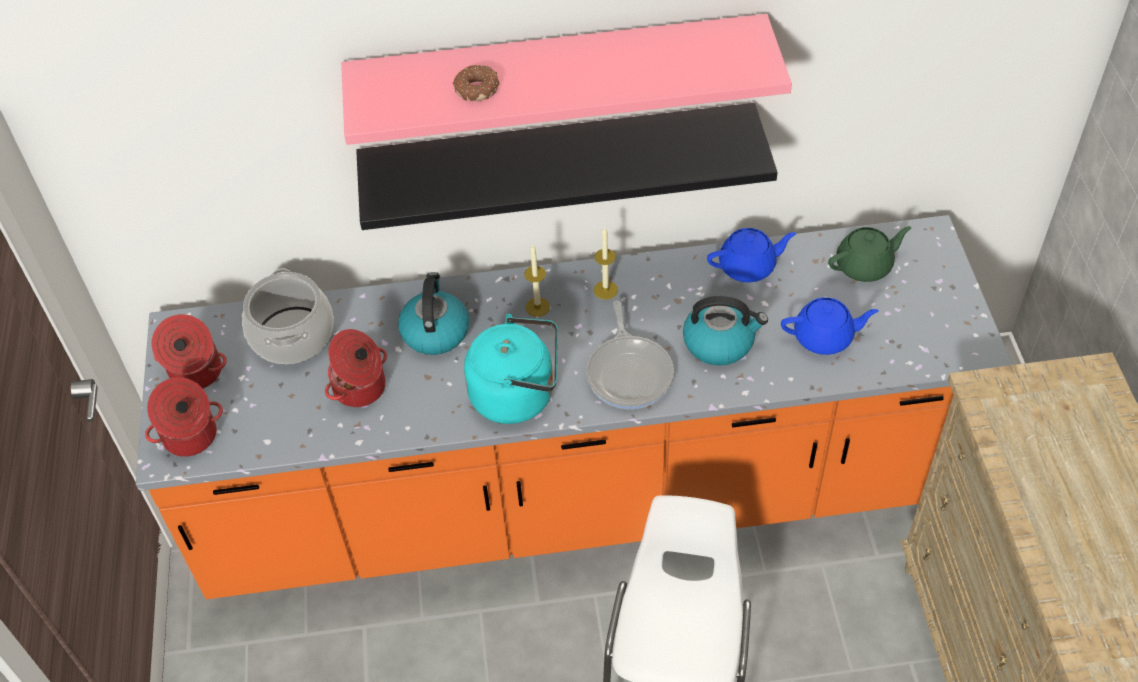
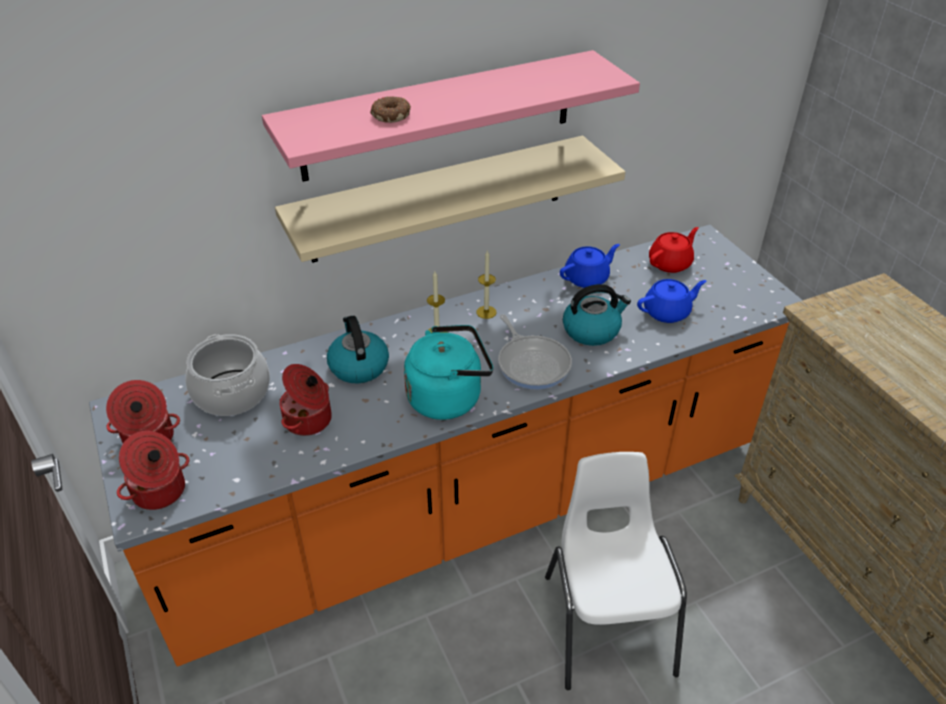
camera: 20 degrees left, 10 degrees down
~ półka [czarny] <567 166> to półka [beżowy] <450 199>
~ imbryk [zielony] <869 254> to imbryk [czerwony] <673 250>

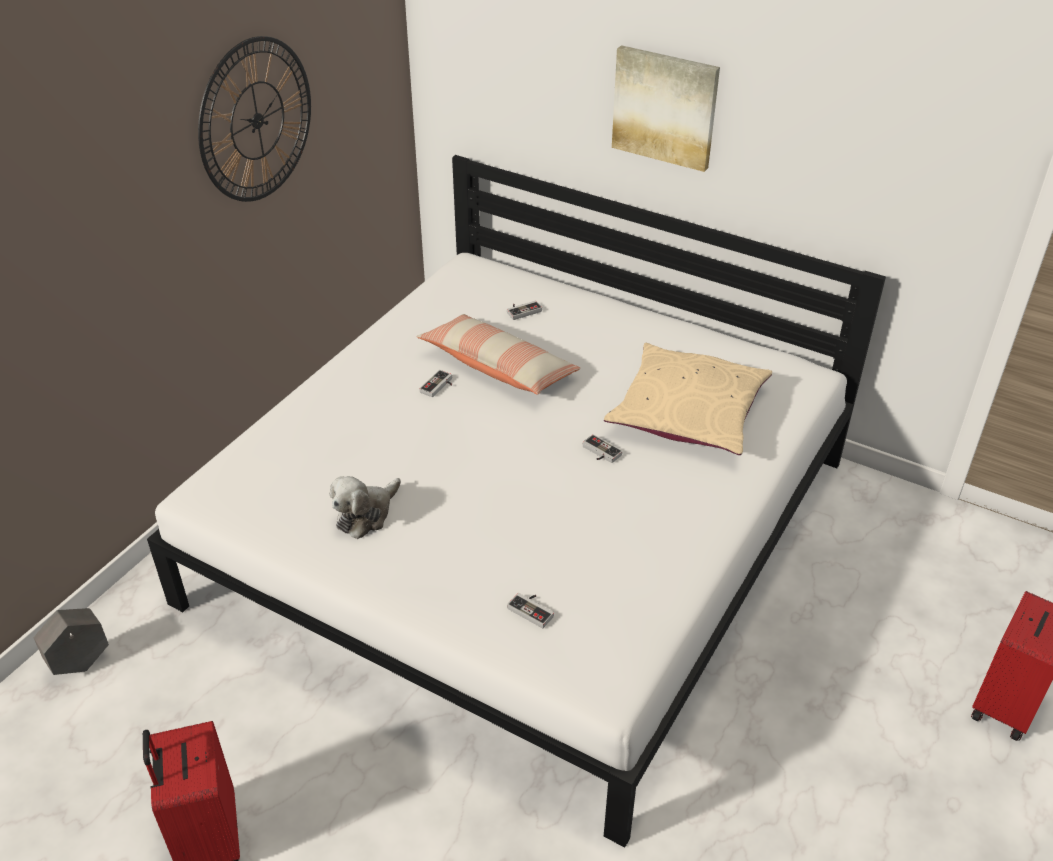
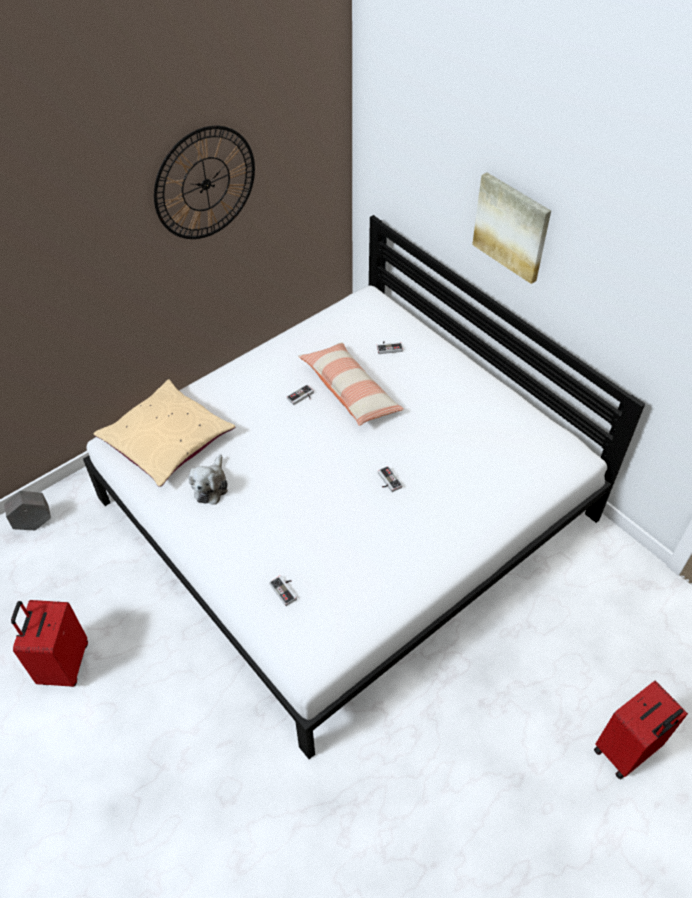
camera: 20 degrees right, 10 degrees up
~ poduszka [beżowy] <688 399> to <164 433>
~ pluszak <365 507> = <208 479> 45 degrees counterclockwise

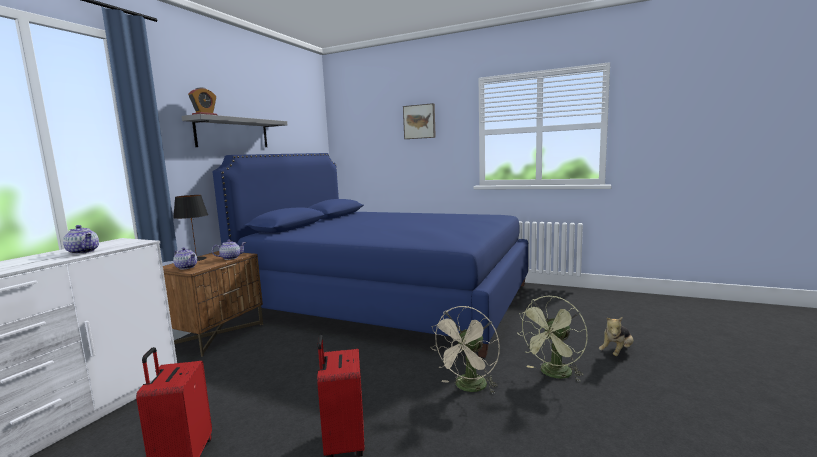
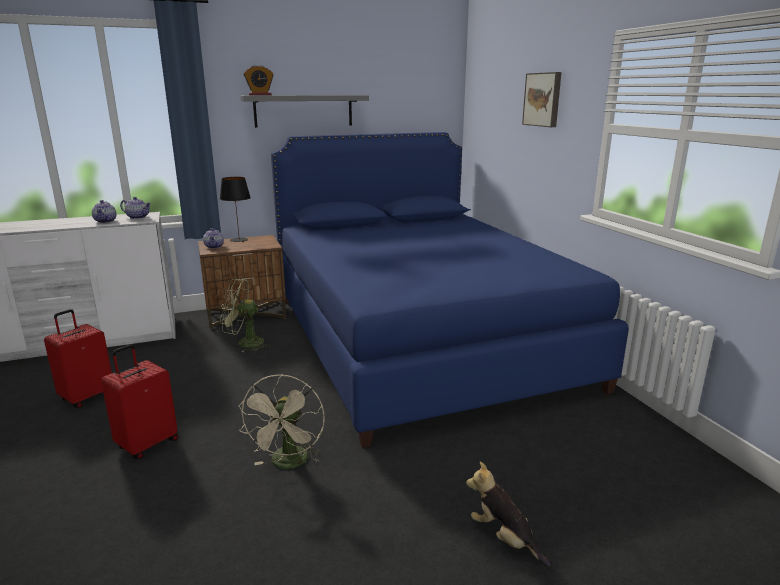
camera: 45 degrees right, 10 degrees up
~ imbryk <229 249> to <135 208>
~ wentylator [zielony] <553 339> to <244 315>
~ wentylator [beżowy] <465 350> = <281 421> 75 degrees counterclockwise
~ pluszak <616 336> = <508 513> 45 degrees clockwise

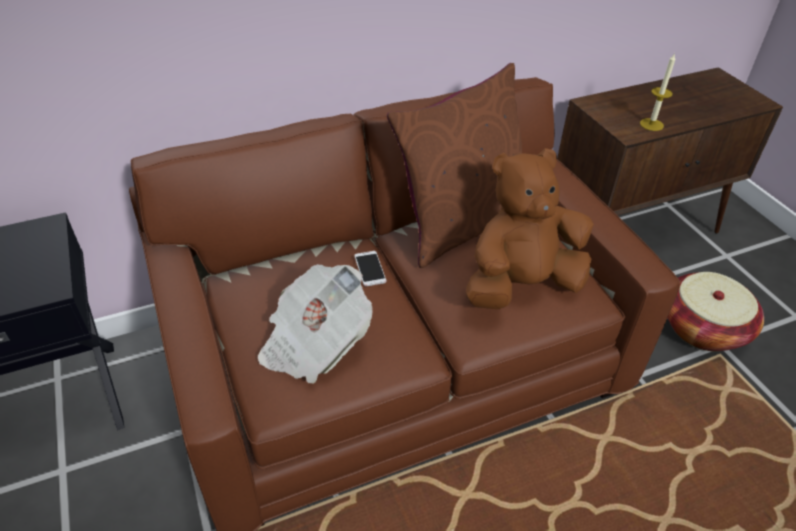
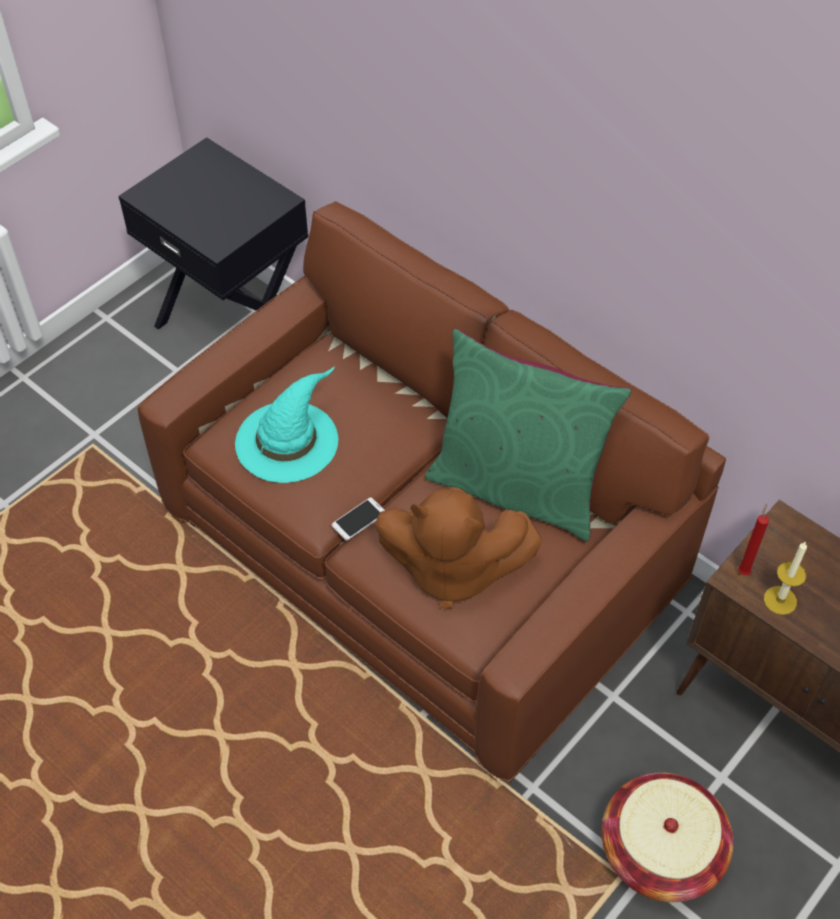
camera: 65 degrees right, 10 degrees up
~ gazeta <315 324> to kapelusz [turkusowy] <286 424>
~ telefon <370 268> to <358 519>
~ pluszak [brązowy] <530 228> = <458 548> 150 degrees clockwise
~ poduszka [brązowy] <454 165> to poduszka [zielony] <528 434>
+ świeca [czerwony] <753 539>

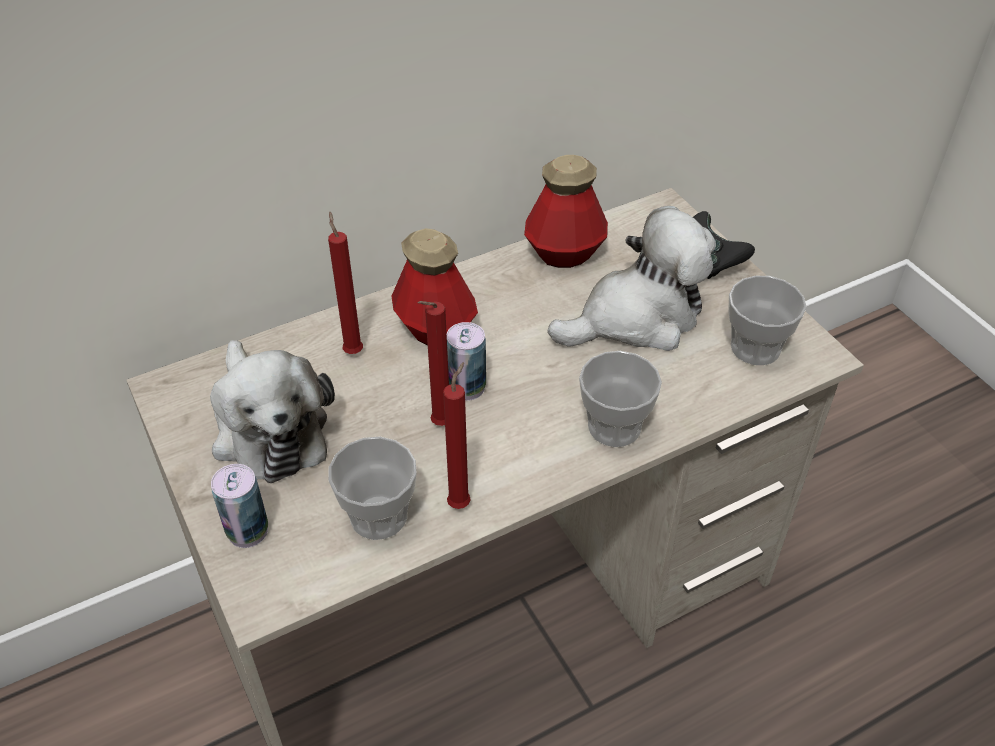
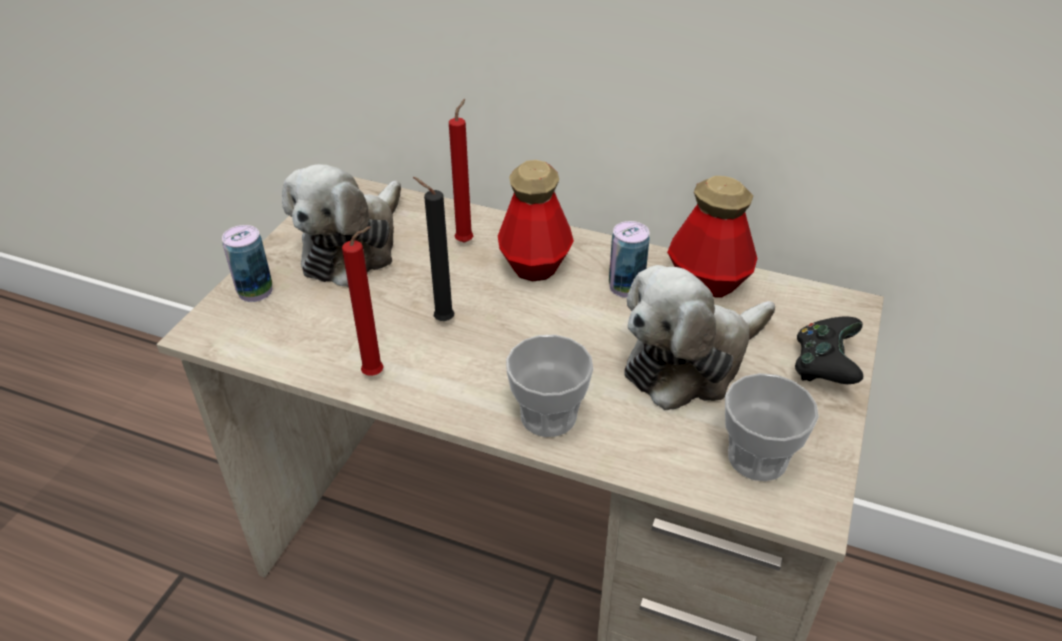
camera: 50 degrees right, 5 degrees down
~ świeca [czerwony] <433 363> to świeca [czarny] <433 249>
~ puszka <466 361> to <629 259>
~ pluszak <631 278> = <700 337> 120 degrees clockwise
- filiżanka <372 488>

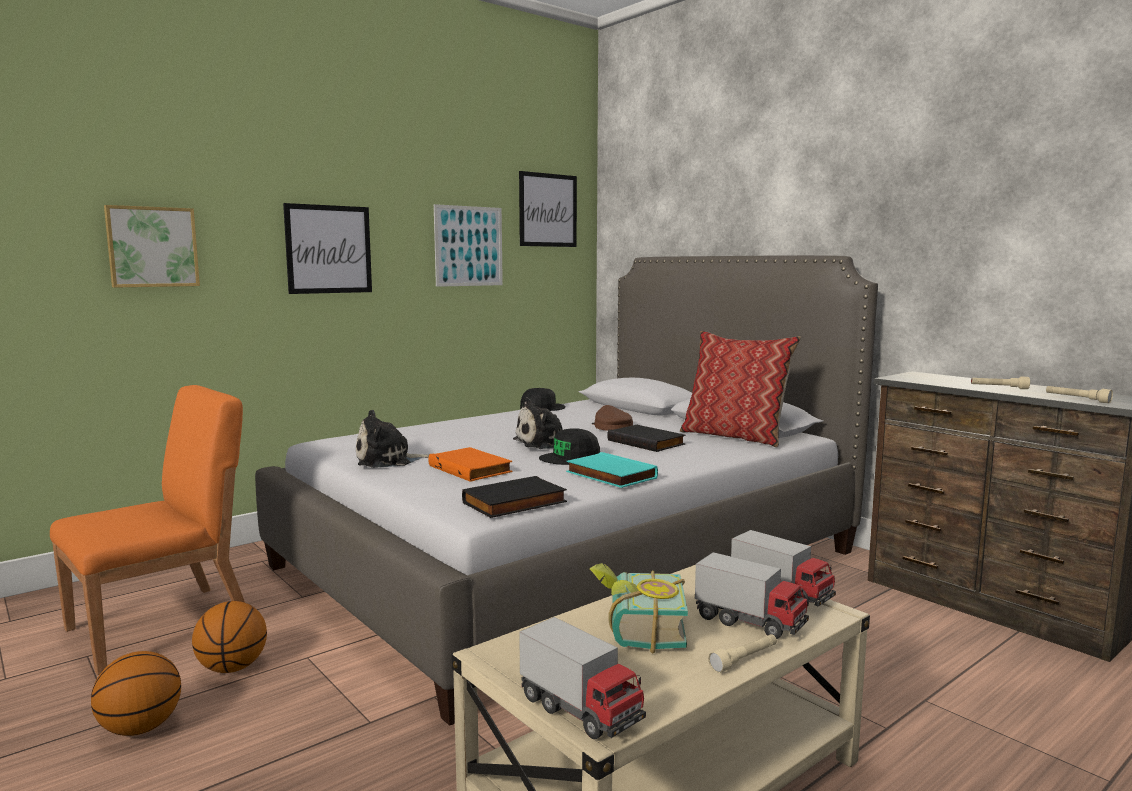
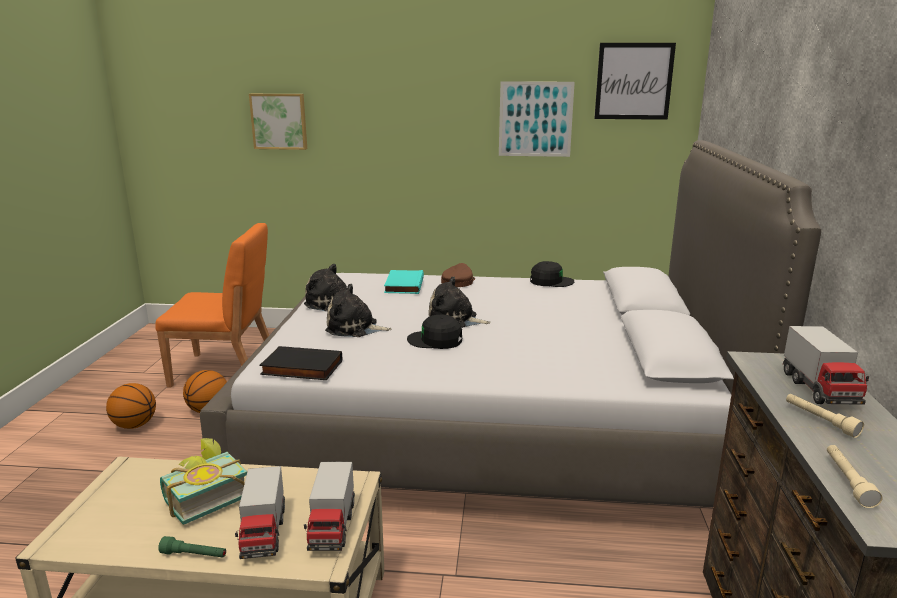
camera: 45 degrees right, 10 degrees up
~ latarka [beżowy] <742 653> to latarka [zielony] <192 547>
~ książka [pomarańczowy] <470 464> to pluszak <358 310>
~ książka [turkusowy] <612 470> to <404 282>
~ czapka z daszkiem [brązowy] <612 418> to <458 275>
~ ciężarówka zabawkowa <582 678> to <826 365>
- obraz <327 248>
- książka [czarny] <646 438>
- poduszka <740 389>

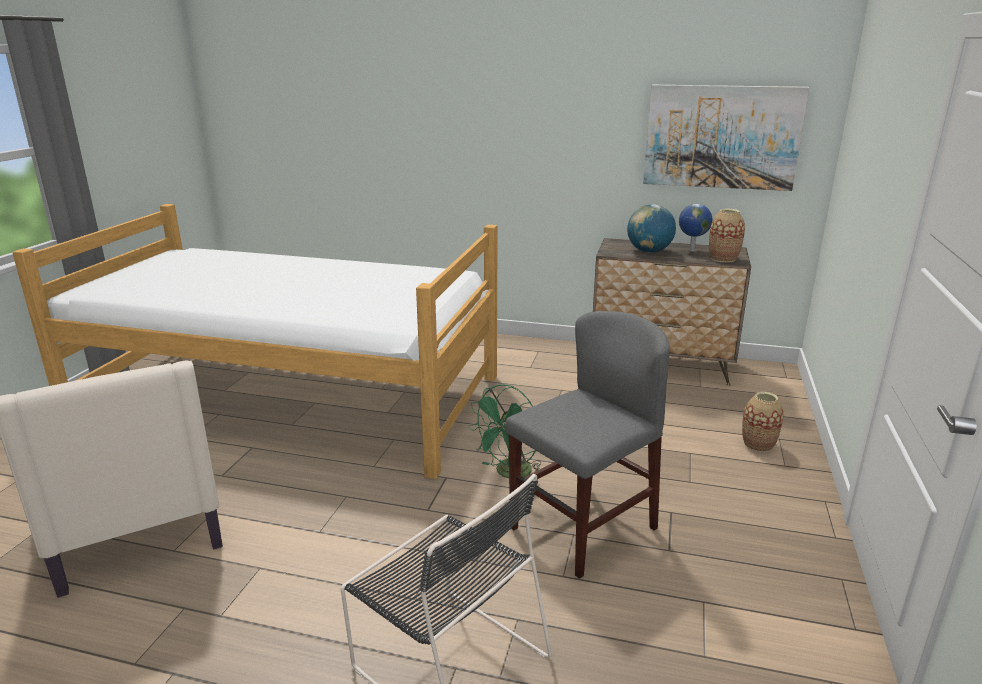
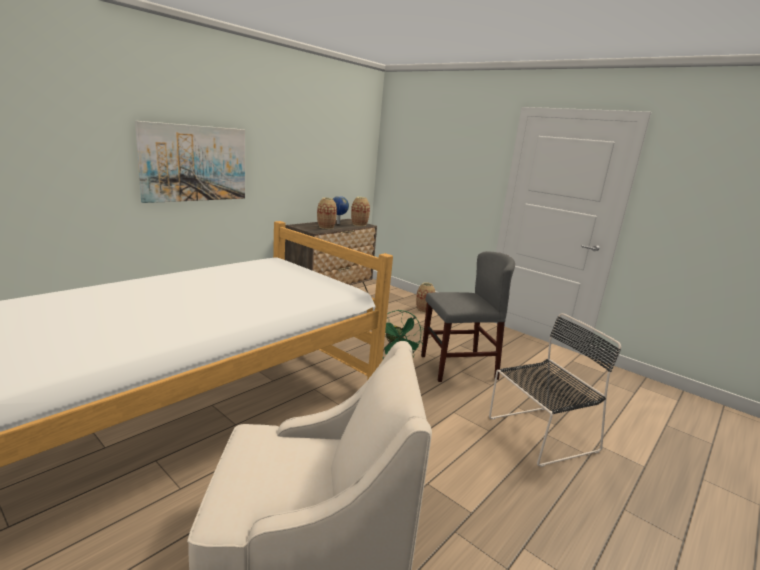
camera: 65 degrees left, 5 degrees down
~ obraz <726 138> to <190 162>
~ globus <651 228> to wazon <327 213>
~ krzesło [szary] <587 445> = <468 316> 90 degrees clockwise

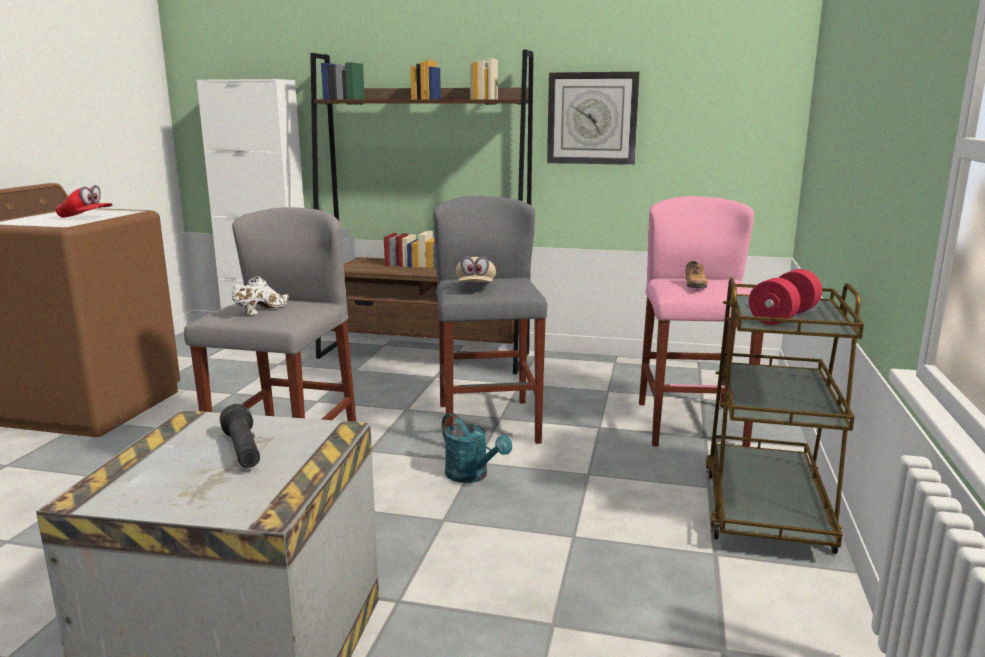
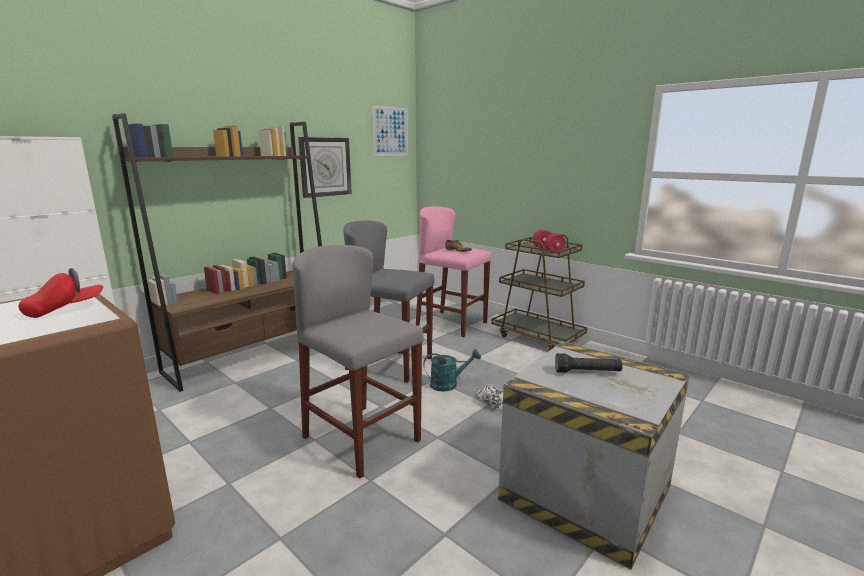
camera: 60 degrees left, 0 degrees up
+ obraz <390 130>
~ but [biały] <260 295> to <490 396>
- czapka z daszkiem [beżowy] <476 269>

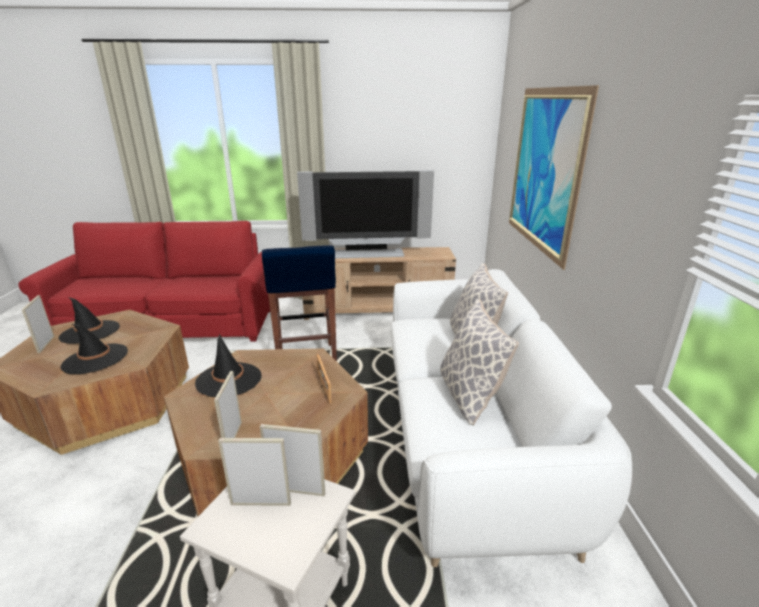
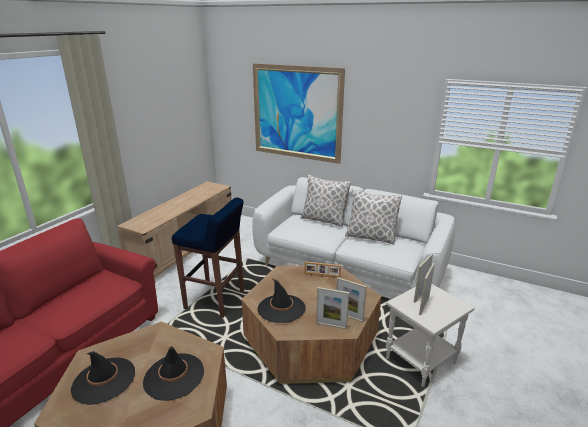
camera: 60 degrees left, 0 degrees up
~ ramka na zdjęcie <38 324> to <332 308>
- telewizor <365 214>

